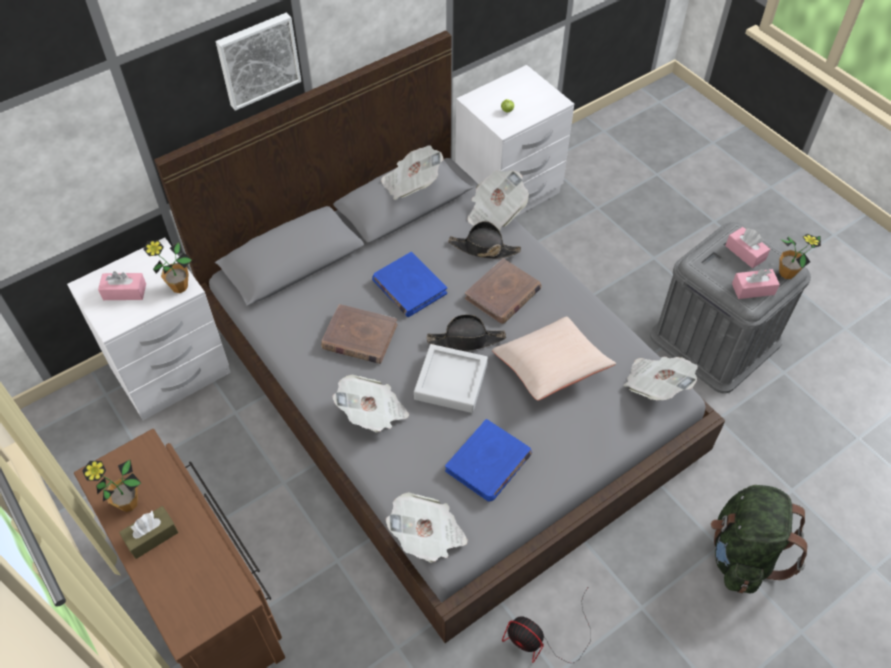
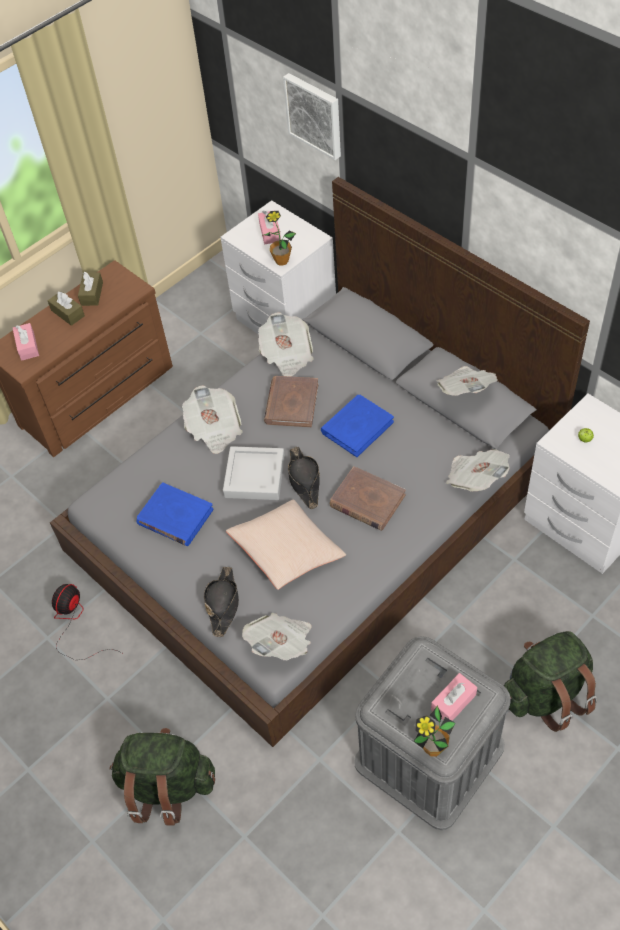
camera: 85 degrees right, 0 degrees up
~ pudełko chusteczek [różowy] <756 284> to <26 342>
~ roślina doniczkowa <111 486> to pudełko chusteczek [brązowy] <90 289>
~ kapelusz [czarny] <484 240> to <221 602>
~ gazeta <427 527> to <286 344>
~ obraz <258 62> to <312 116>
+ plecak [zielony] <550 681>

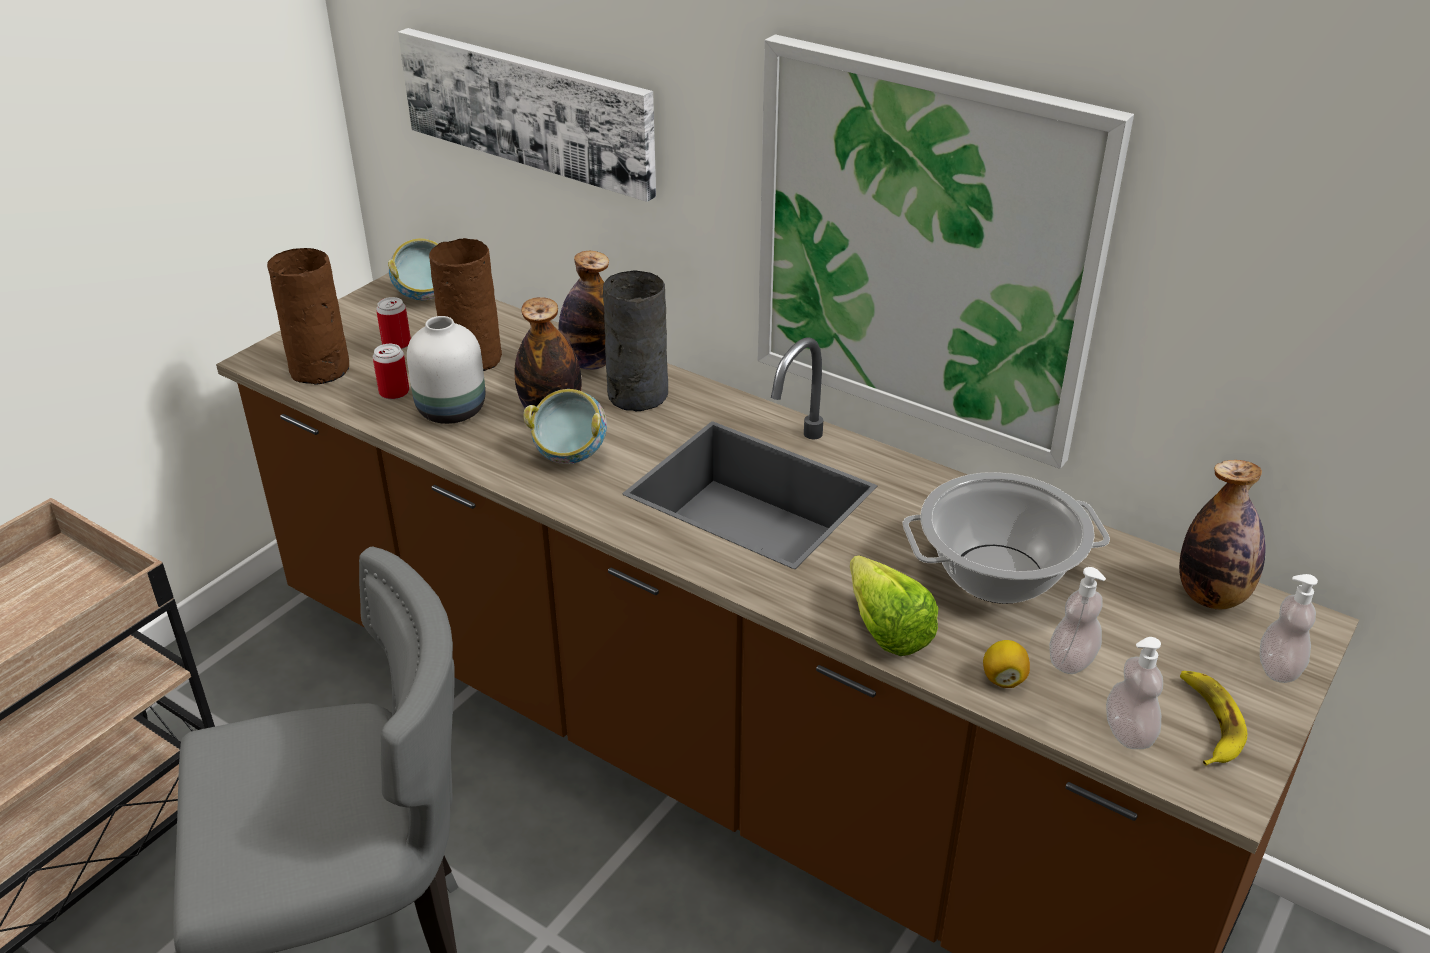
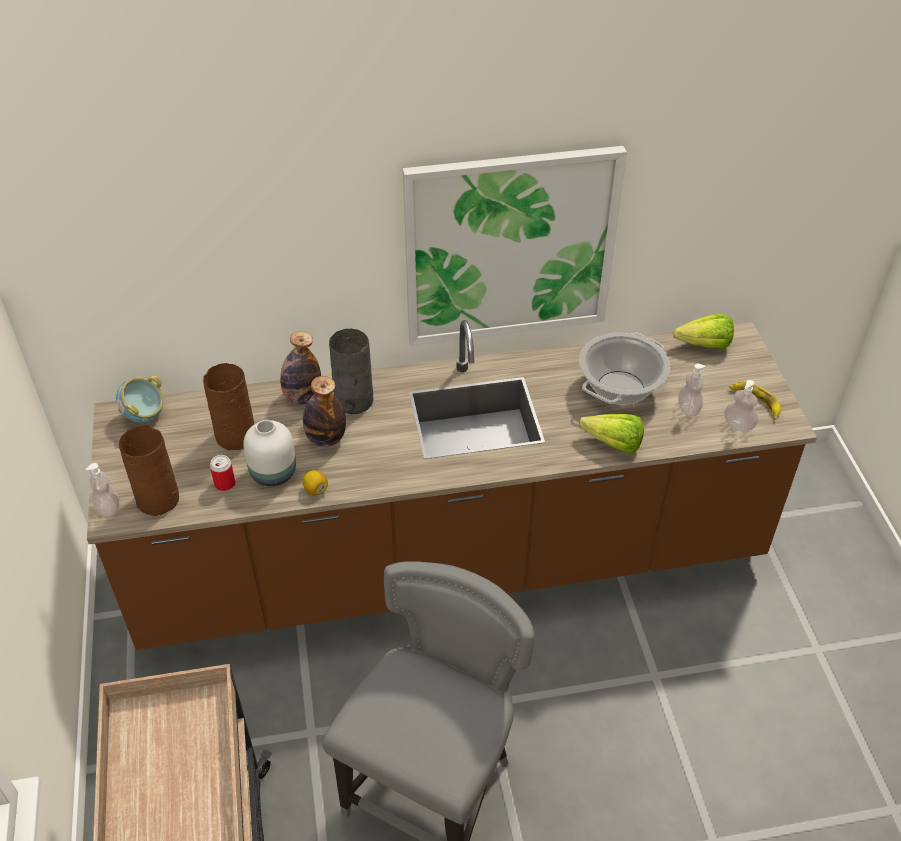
camera: 45 degrees left, 10 degrees up
~ dozownik mydła <1289 628> to <102 490>
~ cytryna <1006 664> to <315 482>
~ butelka <1222 535> to sałata <703 331>
- puszka <393 323>
- obraz <527 115>
- miska <565 426>

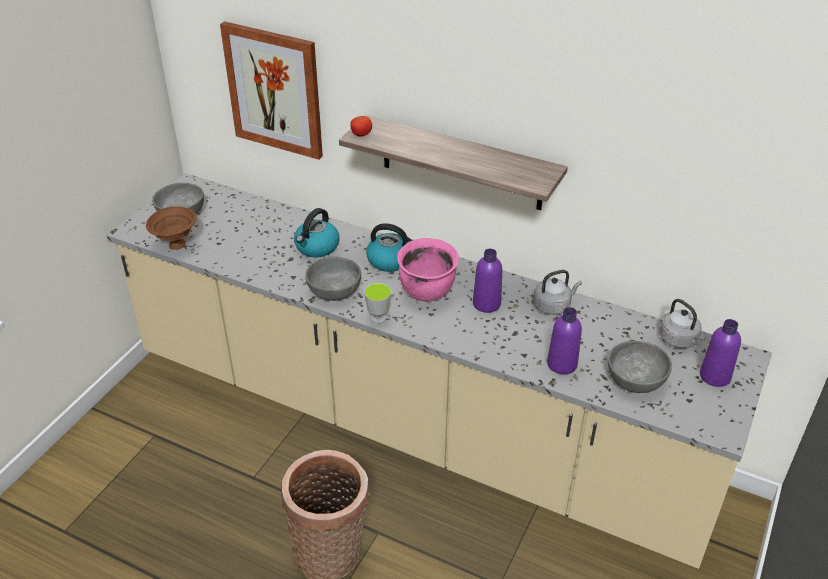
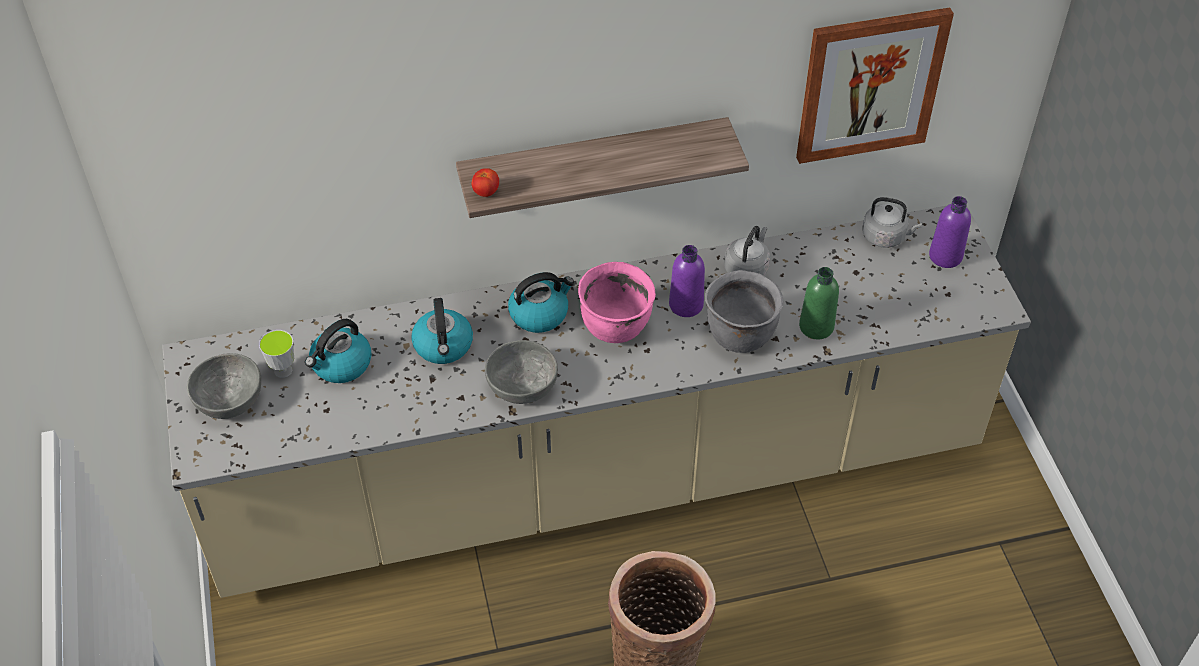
camera: 40 degrees left, 10 degrees up
~ filiżanka <377 303> to <276 354>
+ czajnik <338 351>
+ garnek [szary] <744 311>
~ obraz <271 90> to <875 85>
~ butelka [fioletowy] <564 340> to butelka [zielony] <819 303>
- miska [brązowy] <171 228>
- miska [szary] <640 367>

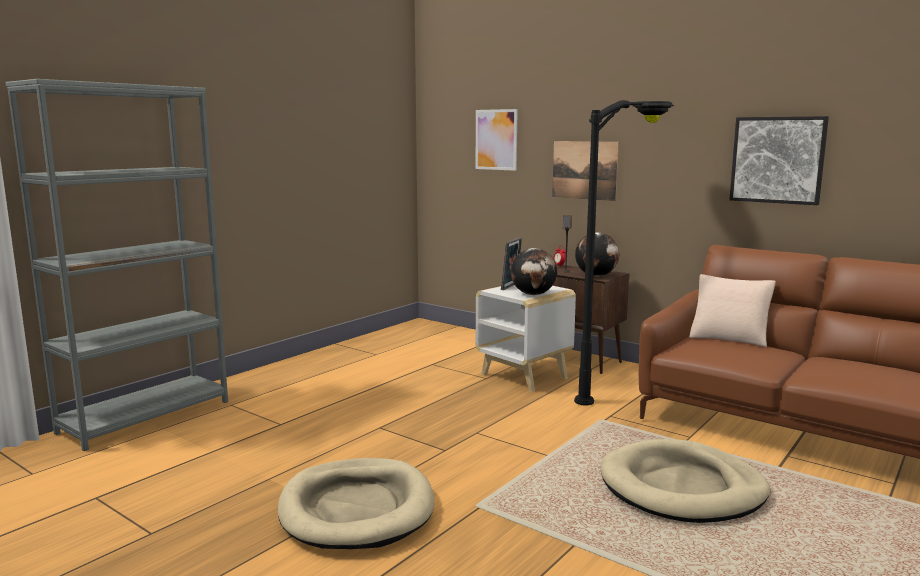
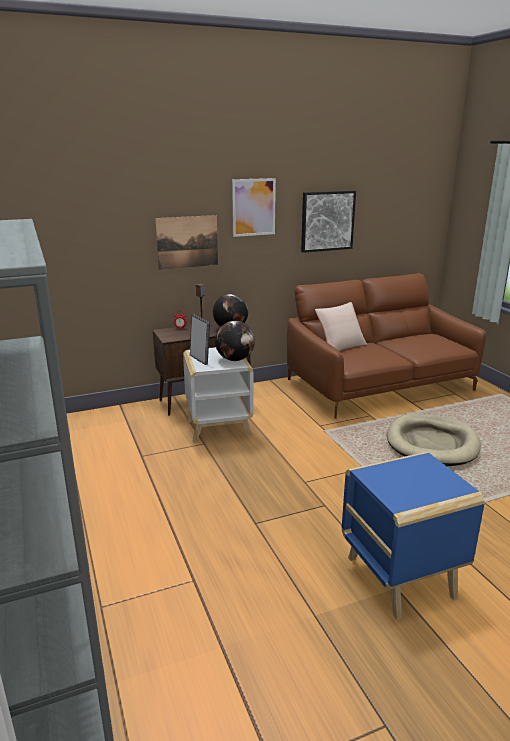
camera: 60 degrees left, 10 degrees up
~ obraz <497 140> to <254 207>
~ legowisko [beżowy] <356 503> to stolik [niebieski] <413 536>
- lampa stojąca [czarny] <624 253>

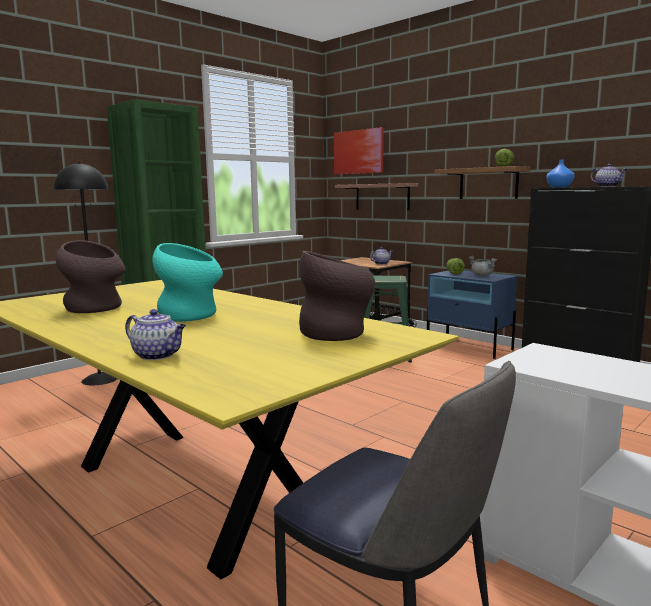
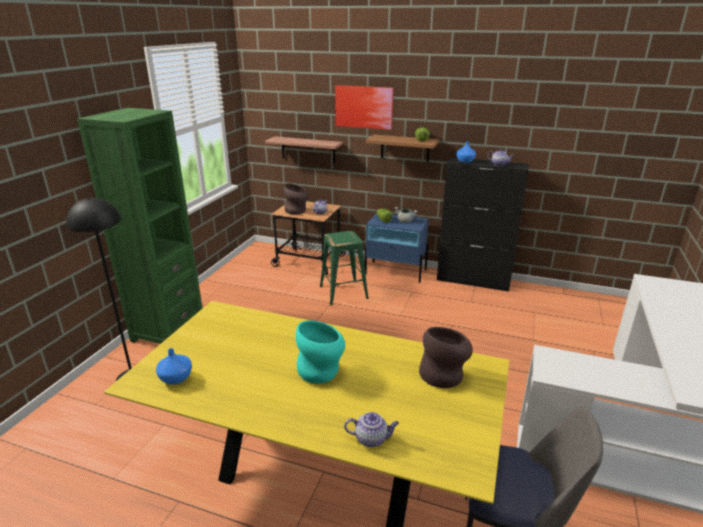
camera: 25 degrees left, 15 degrees up
+ wazon [niebieski] <174 366>
~ wazon [brązowy] <91 276> to <296 199>
~ obraz <359 150> to <364 107>

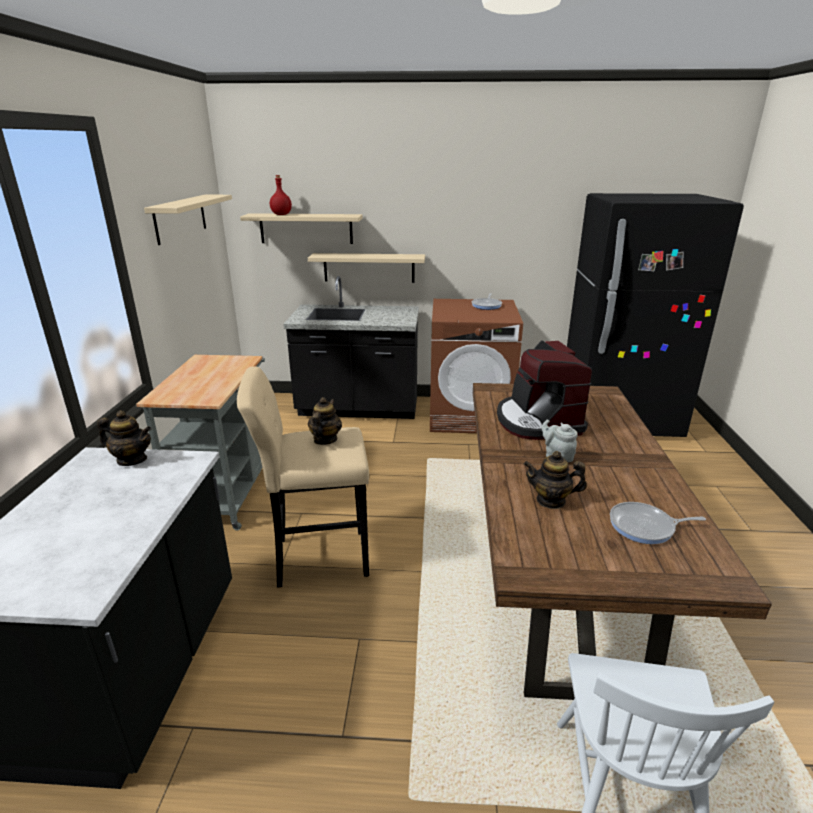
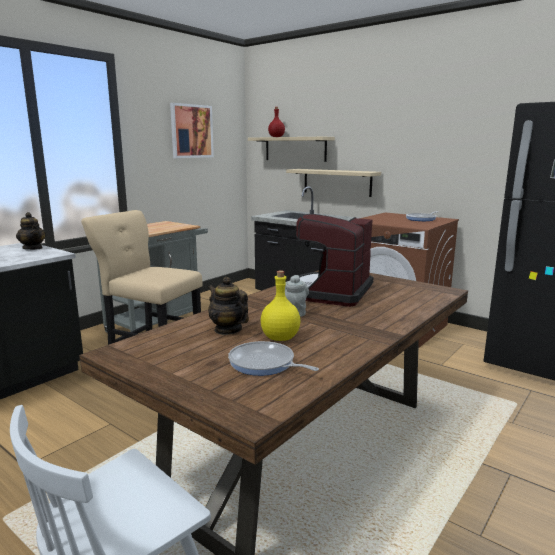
camera: 35 degrees right, 10 degrees down
~ półka [beżowy] <188 220> to obraz <192 130>
+ butelka [żółty] <280 306>
- imbryk <325 421>

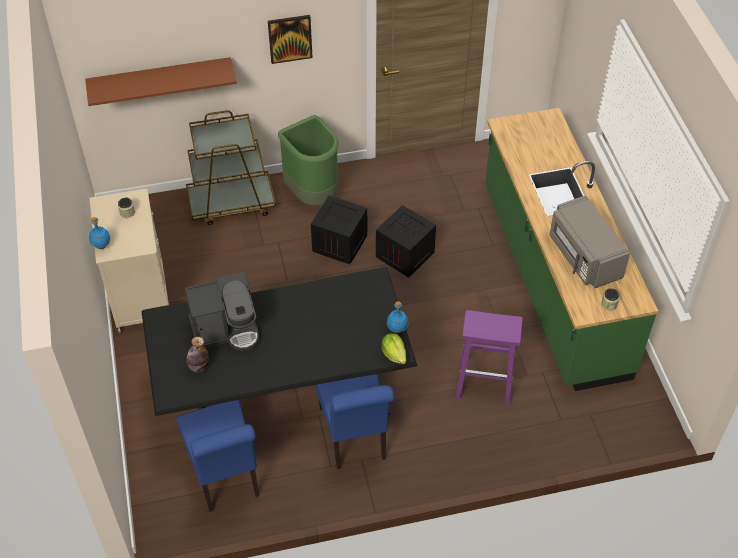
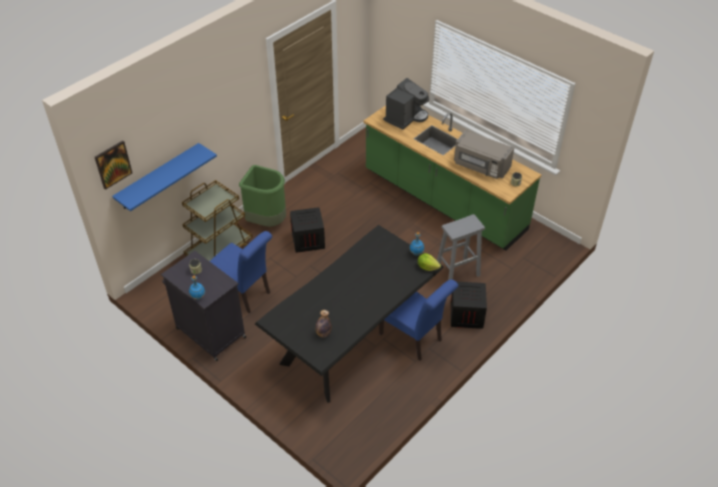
camera: 35 degrees left, 5 degrees down
~ obraz <290 39> to <113 165>
~ półka [brązowy] <161 81> to półka [niebieski] <164 177>
~ szafka [beżowy] <129 260> to szafka [czarny] <203 306>
~ krzesło [niebieski] <217 456> to <241 272>
~ ekspres do kawy <222 311> to <406 104>
~ stołek [fioletowy] <489 358> to stołek [szary] <461 247>
~ skrzynka <406 241> to <469 305>

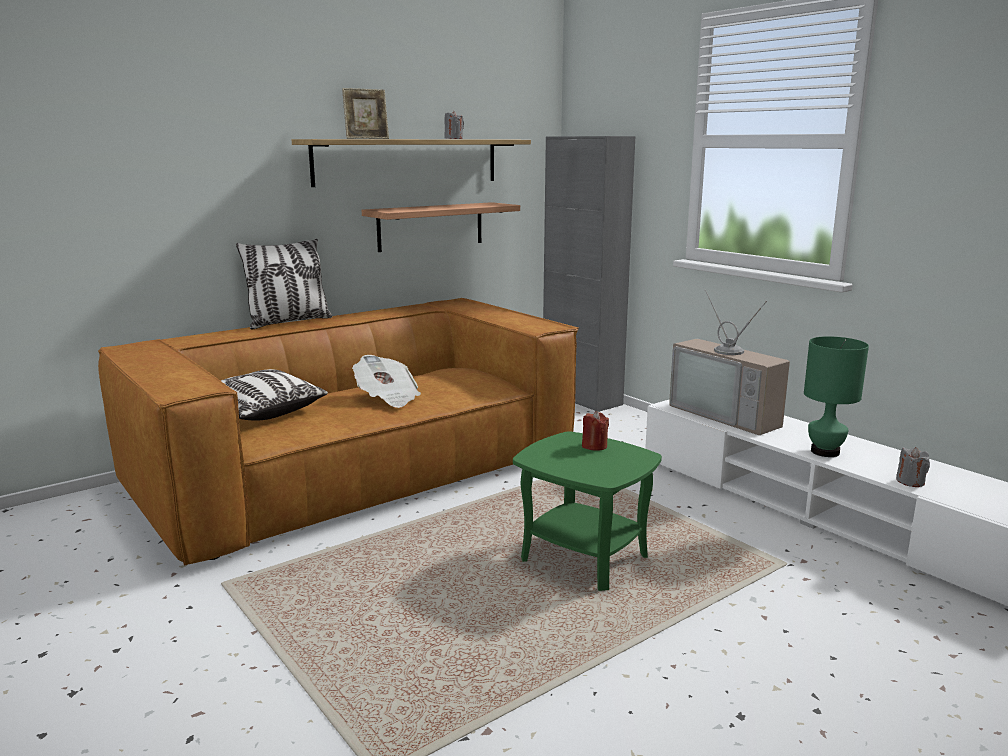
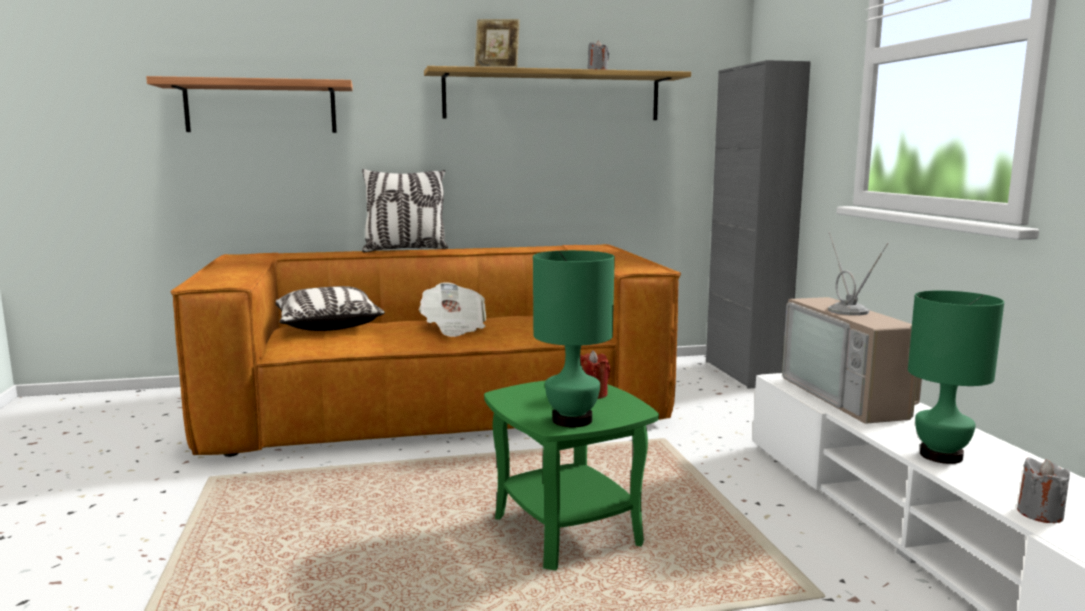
camera: 25 degrees right, 5 degrees down
~ półka <441 227> to <249 104>
+ lampa stołowa [zielony] <574 338>

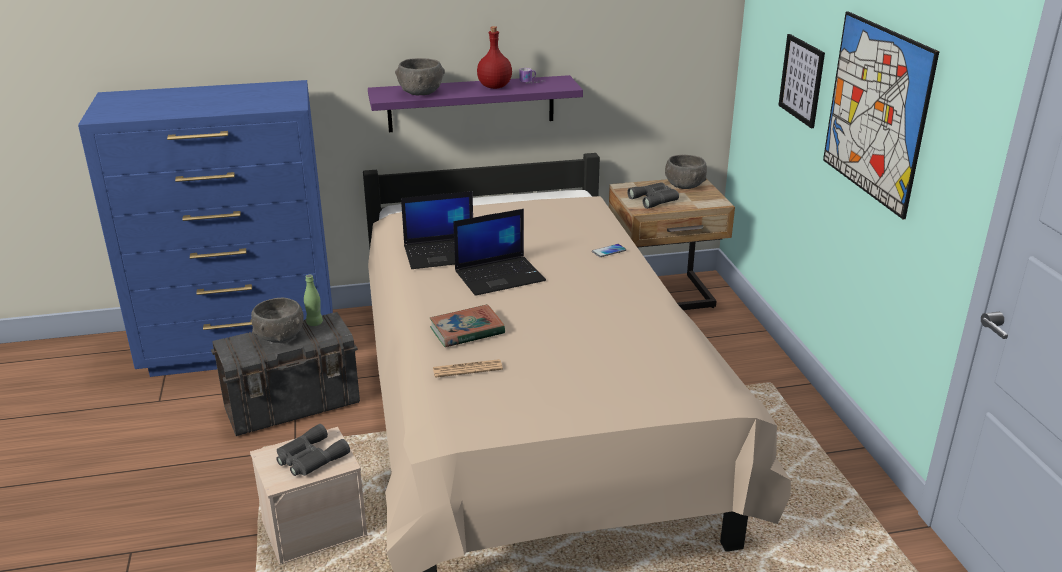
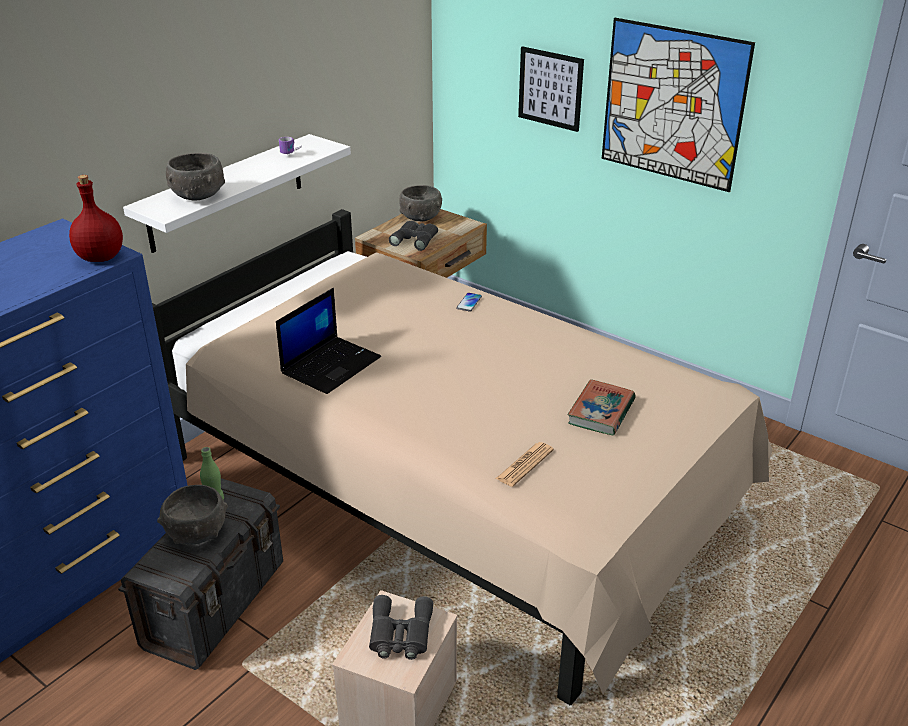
camera: 40 degrees left, 5 degrees up
~ butelka [czerwony] <494 57> to <96 218>
~ półka [fioletowy] <475 103> to półka [biały] <237 193>
~ książka <467 325> to <601 407>
- laptop <499 252>

